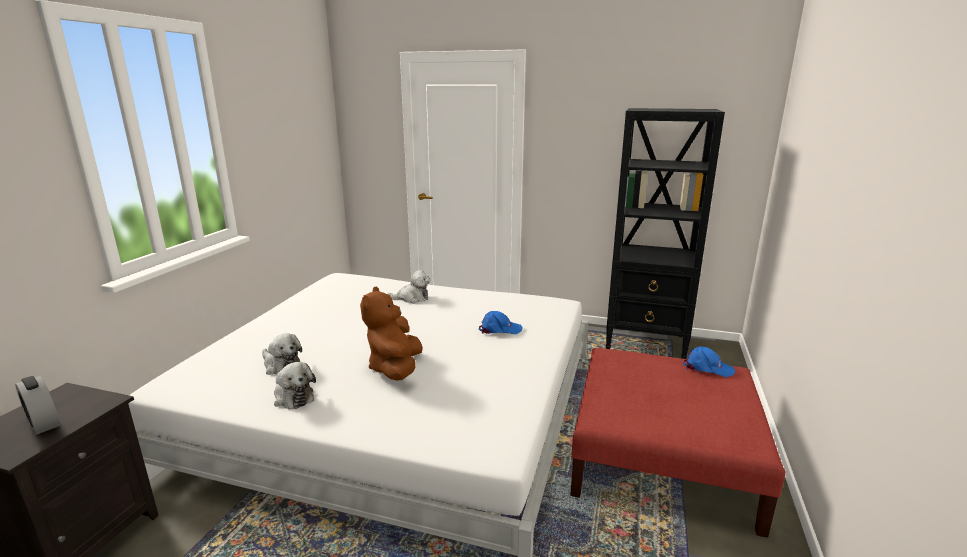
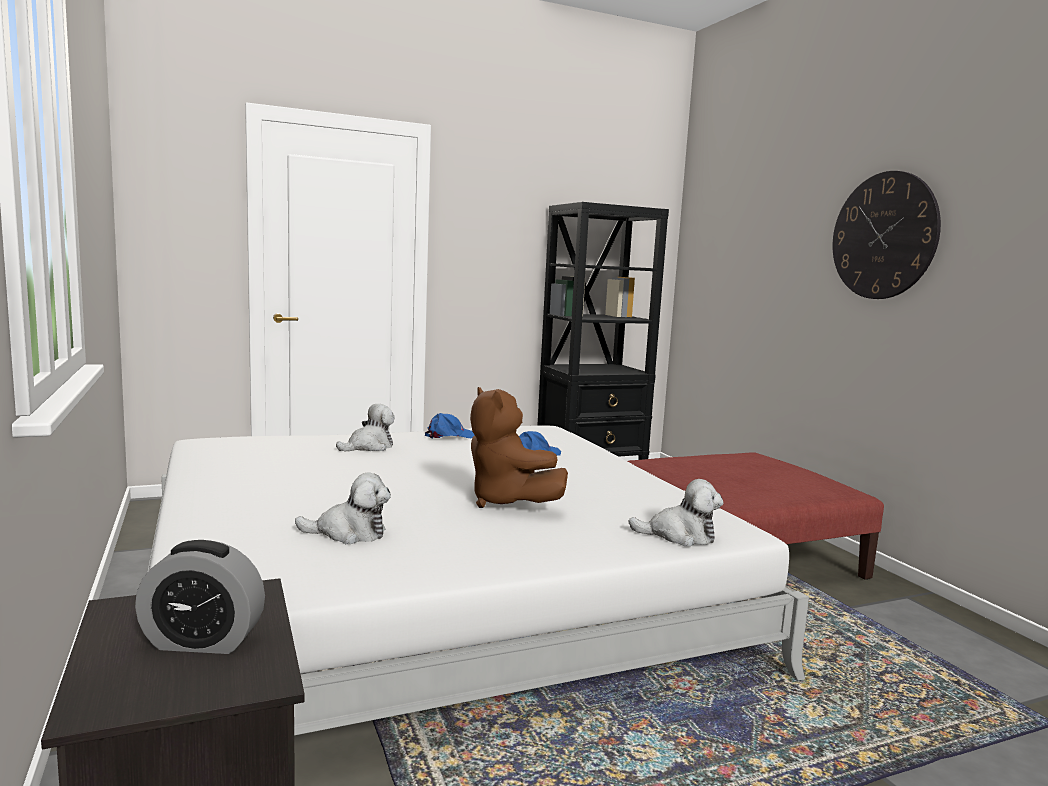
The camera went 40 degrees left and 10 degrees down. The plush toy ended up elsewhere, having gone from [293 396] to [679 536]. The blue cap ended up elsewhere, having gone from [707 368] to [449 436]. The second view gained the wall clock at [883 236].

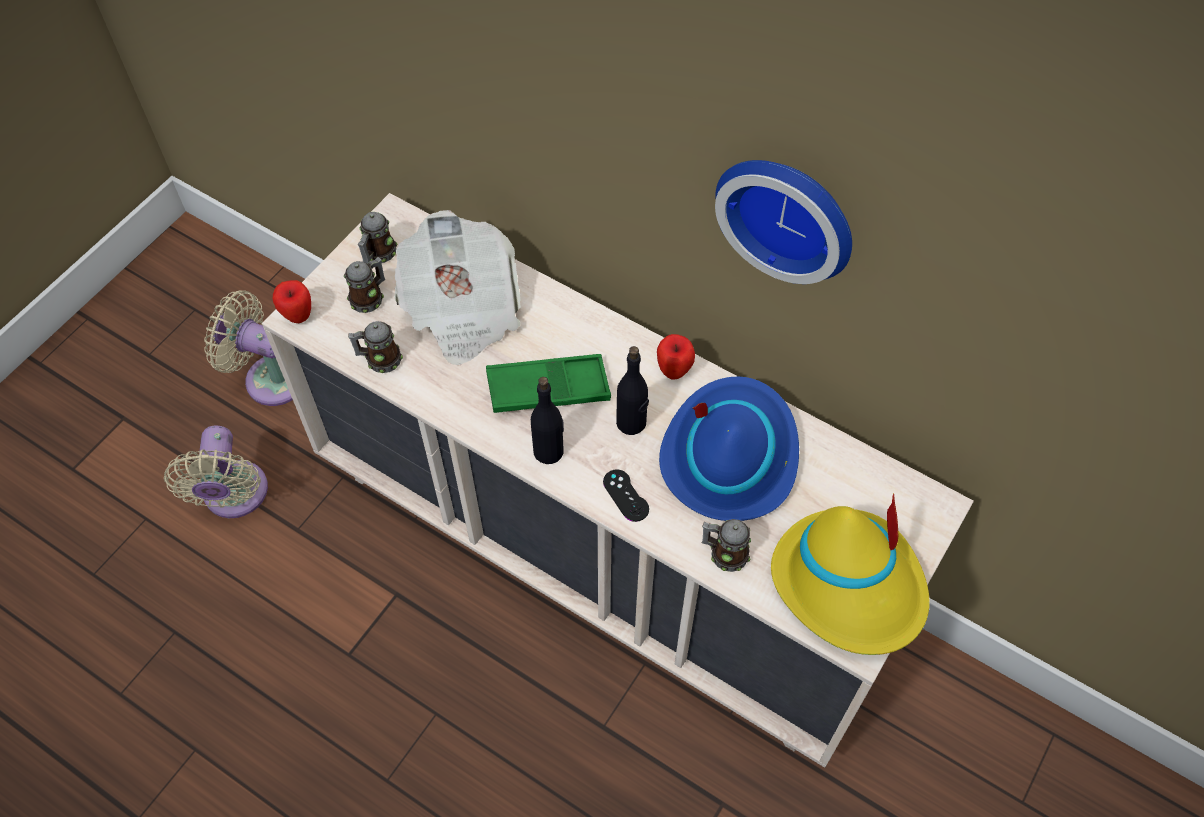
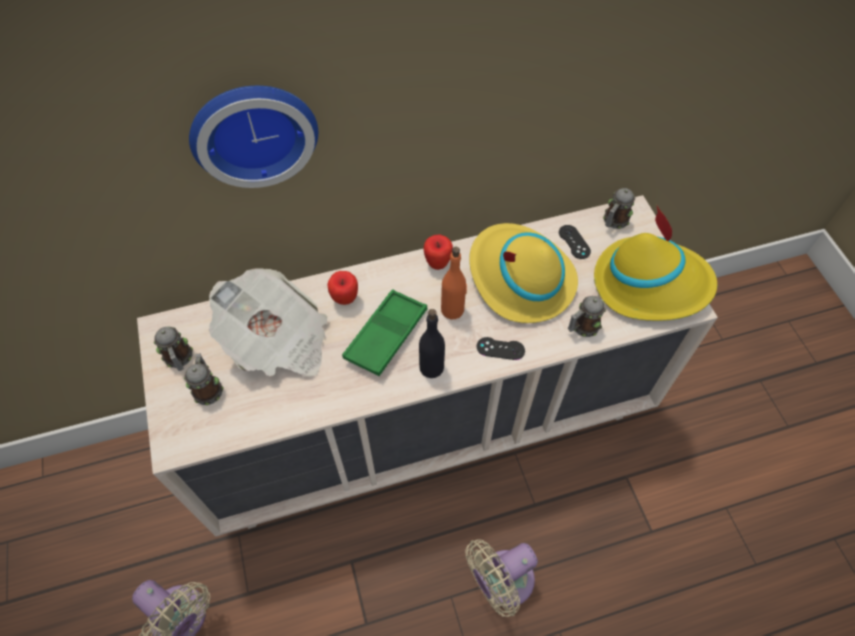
The camera went 50 degrees left and 0 degrees up. The beige fan ended up elsewhere, having gone from [269 378] to [501 581]. The apple ended up elsewhere, having gone from [298 316] to [345 299]. The mug ended up elsewhere, having gone from [379 359] to [614 221]. What was the black bottle at [631 423] turned into the orange bottle at [453 309]. What was the blue hat at [729 455] turned into the yellow hat at [519 278]. The wall clock ended up elsewhere, having gone from [789 213] to [253 130]. The second view gained the black game controller at [574 242].

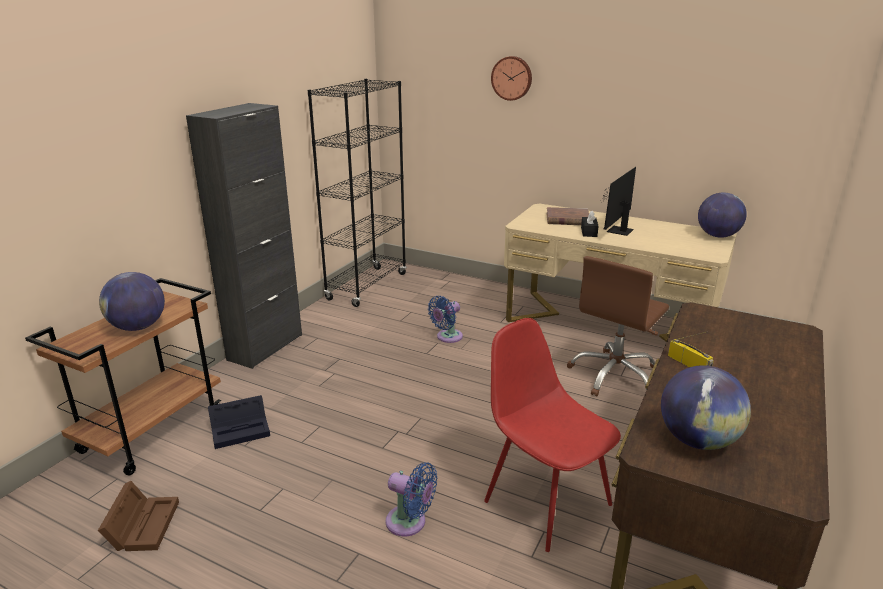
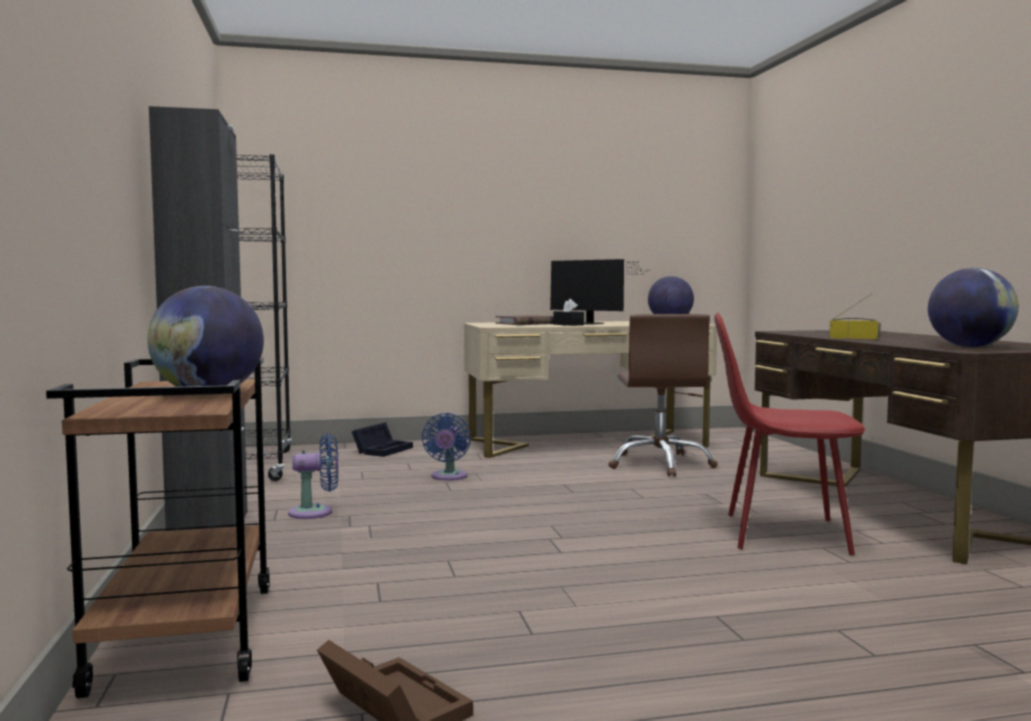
The camera went 40 degrees left and 20 degrees down. The black storage box ended up elsewhere, having gone from [242 429] to [383 450]. The blue fan ended up elsewhere, having gone from [409 523] to [316 512]. The second view lost the wall clock at [512 78]. The monitor at [617 231] ended up facing another way, 45 degrees counterclockwise from before.

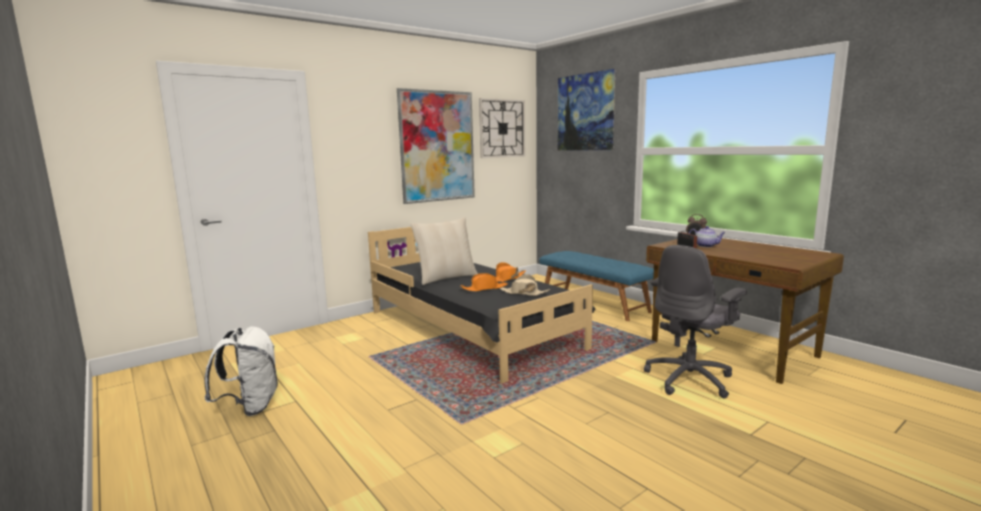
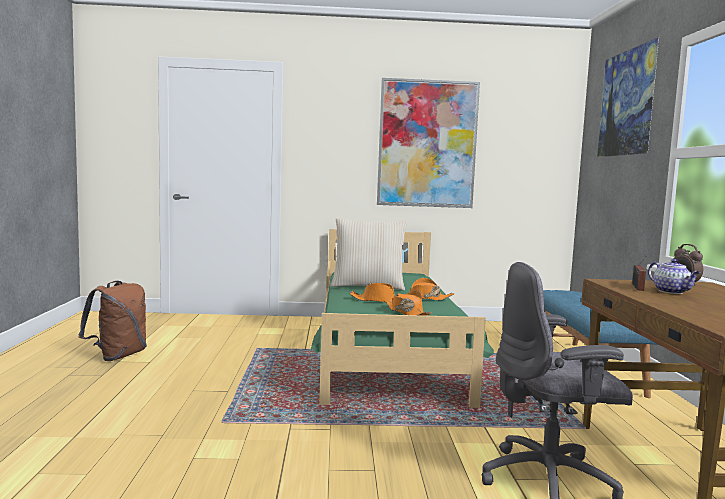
The camera went 35 degrees right and 5 degrees down. What was the white backpack at [250 407] turned into the brown backpack at [118 356]. What was the black bed at [472 329] turned into the green bed at [387 353]. The second view lost the wall clock at [502 128]. What was the beige hat at [524 293] turned into the orange hat at [407 312].

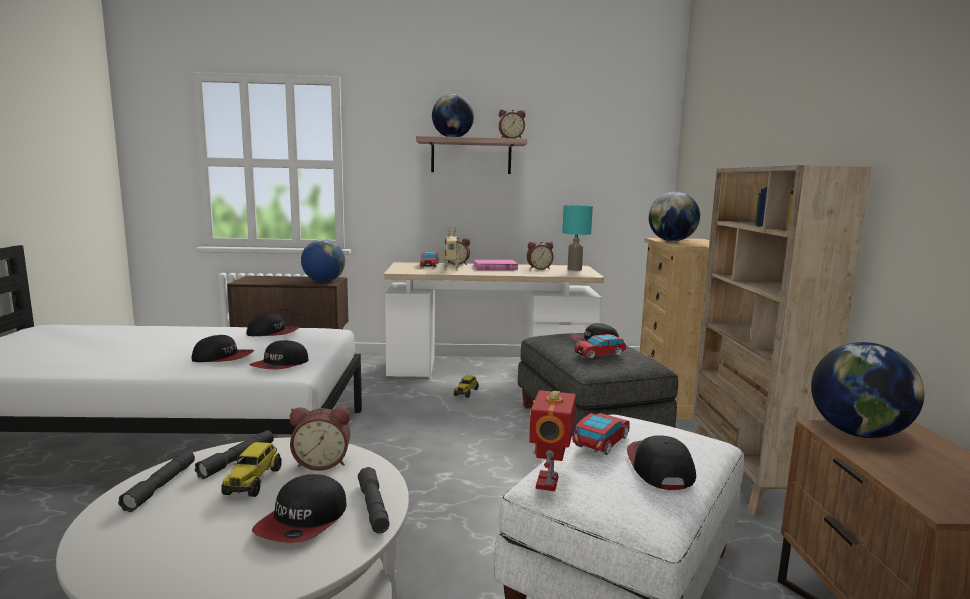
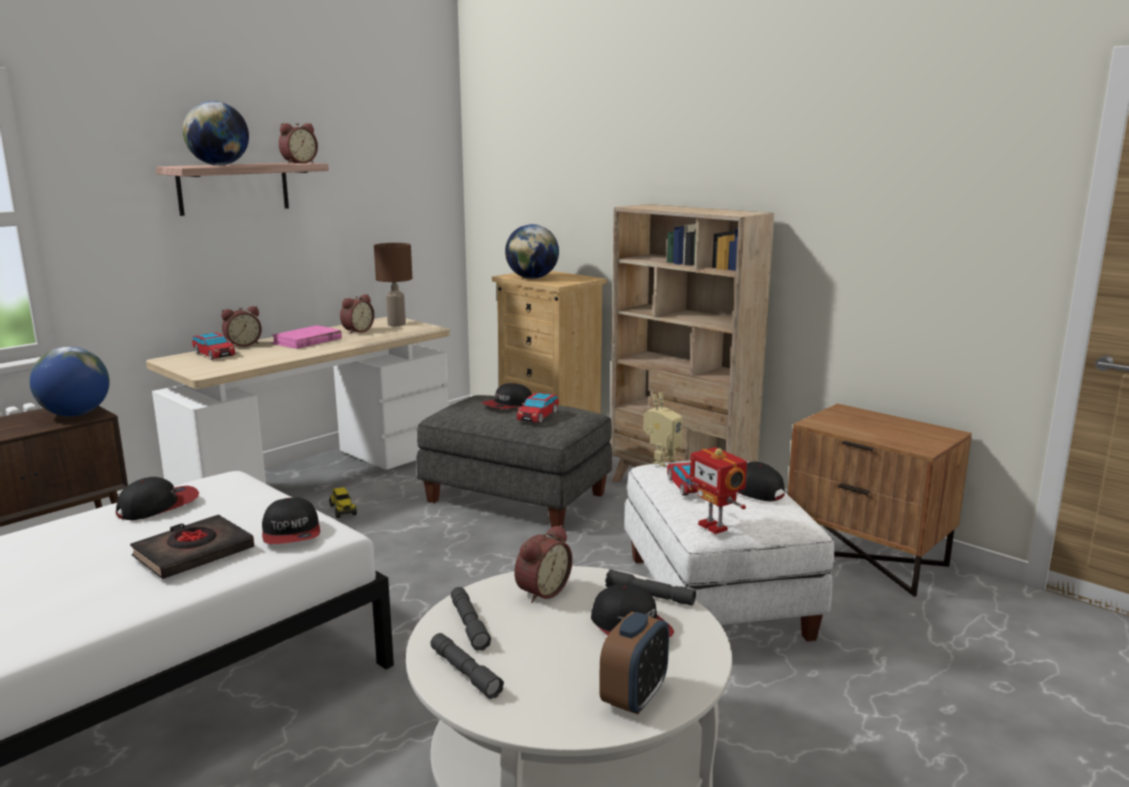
The camera went 45 degrees left and 5 degrees up. Where the cap stood at [223 358], the black book came to stand at [193 553]. The second view lost the toy truck at [253 481]. The toy robot ended up elsewhere, having gone from [451 269] to [661 461]. What was the turquoise table lamp at [574 269] turned into the brown table lamp at [396 324]. The second view lost the globe at [858 433]. The second view gained the alarm clock at [634 697].

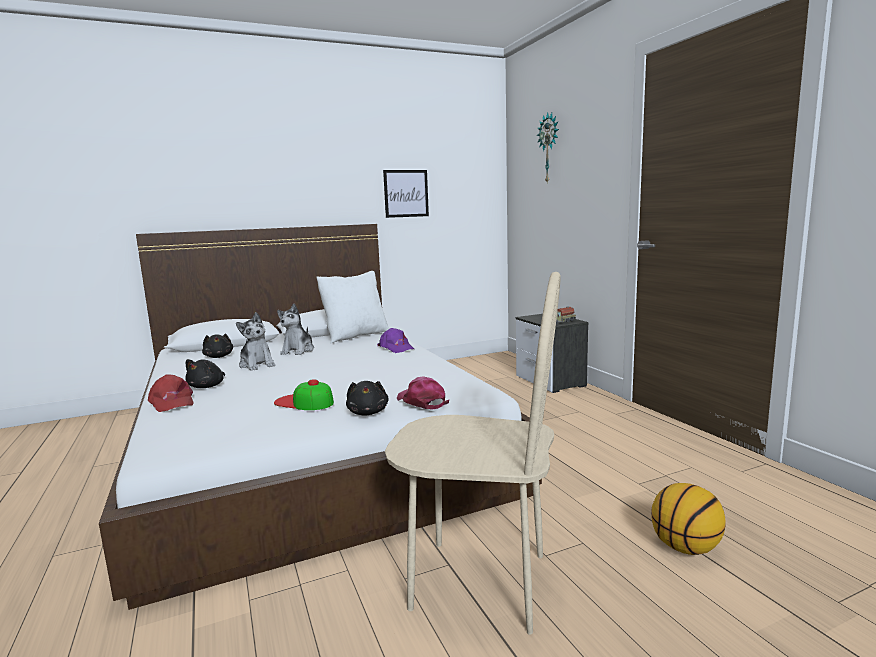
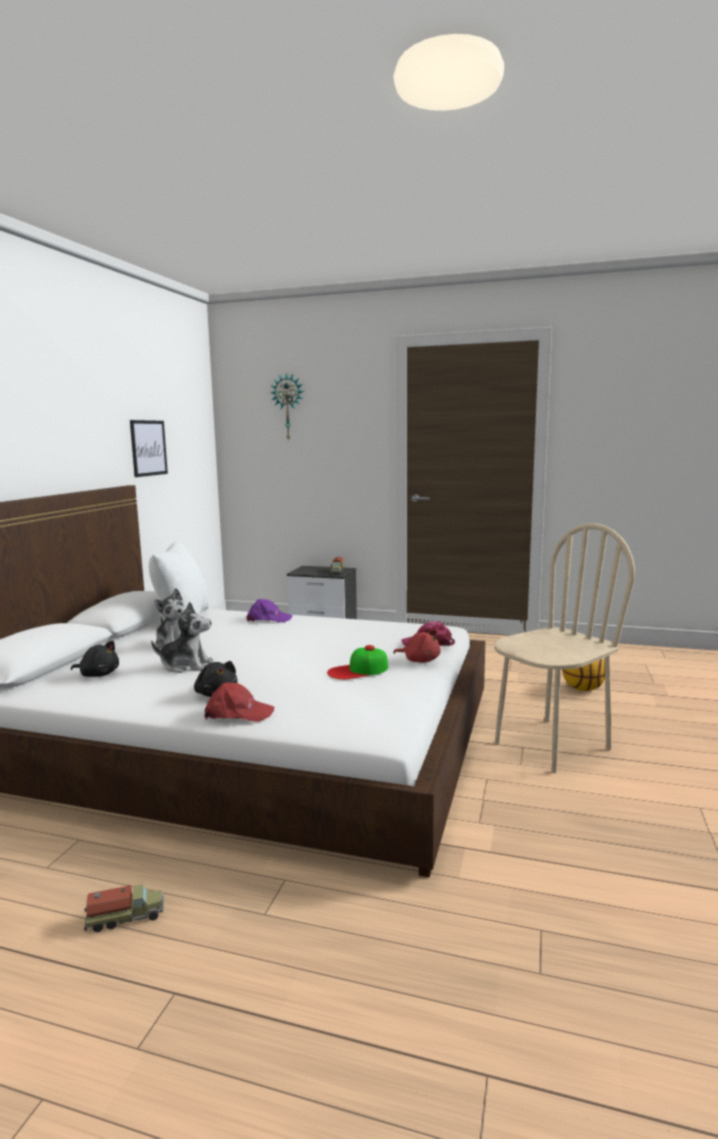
The camera went 50 degrees left and 0 degrees up. What was the black plush toy at [368 412] turned into the red plush toy at [420 660]. The second view gained the toy truck at [125 917].

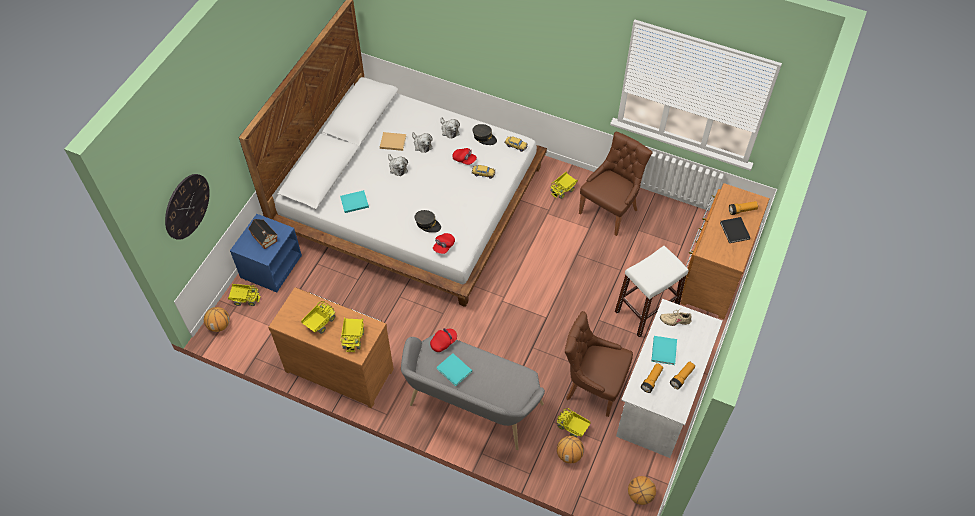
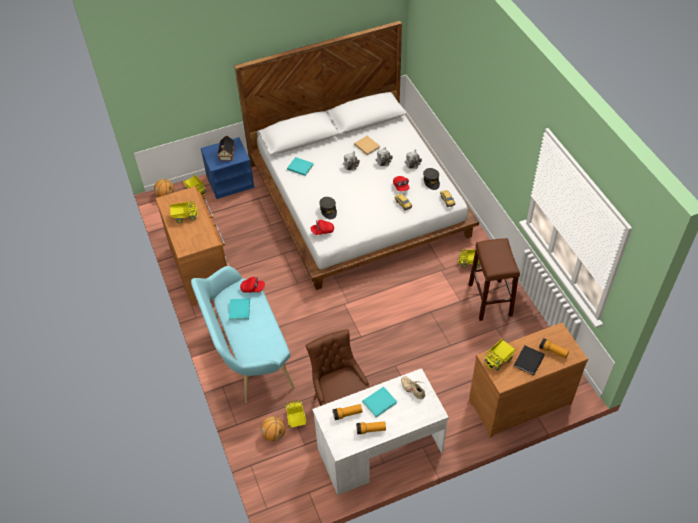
The camera went 45 degrees right and 5 degrees down. The second view lost the wall clock at [187 206]. The toy truck ended up elsewhere, having gone from [353 338] to [498 359]. What was the grey bench at [471 408] turned into the turquoise bench at [247 355]. Where the brown chair stood at [610 210], the brown stool came to stand at [490 300]. The second view lost the white stool at [646 311]. The second view lost the basketball at [640 495].

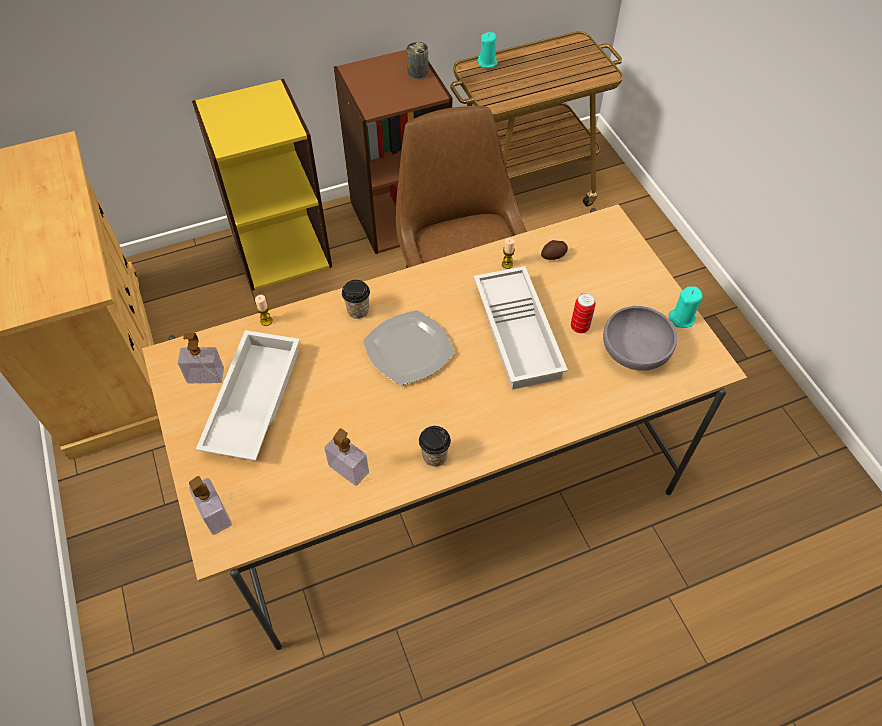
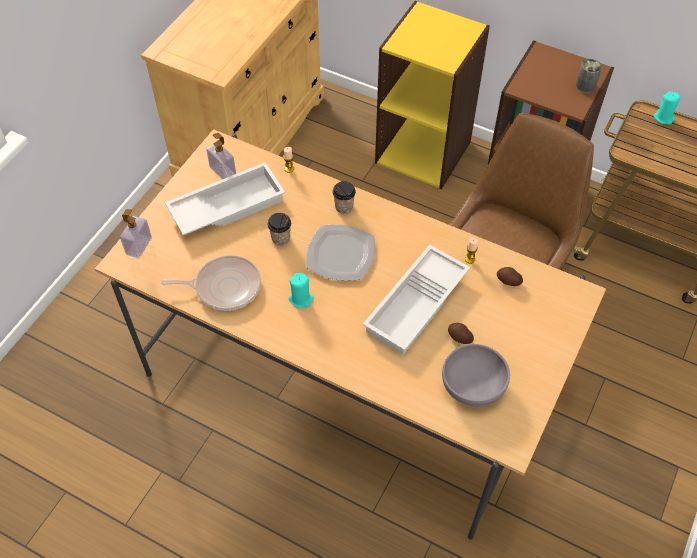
The camera went 50 degrees right and 0 degrees up. Where the soap dispenser stood at [348 469], the frying pan came to stand at [224 286]. The cup ended up elsewhere, having gone from [434 456] to [281 238]. Where the can stood at [579 327], the potato came to stand at [459 337]. The turquoise candle ended up elsewhere, having gone from [682 318] to [301 299].

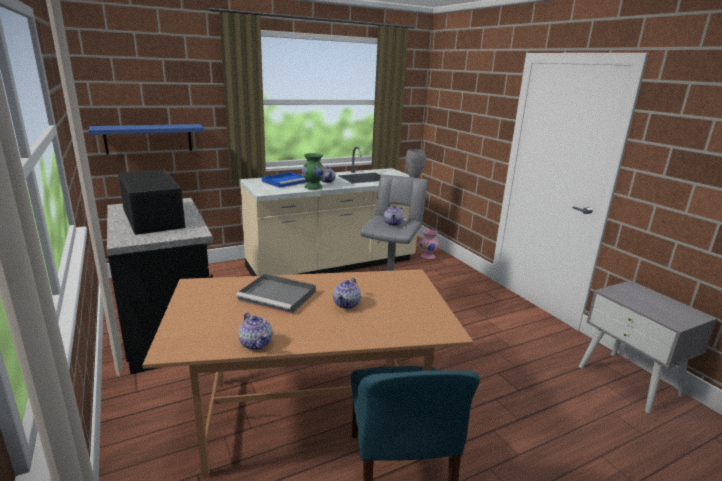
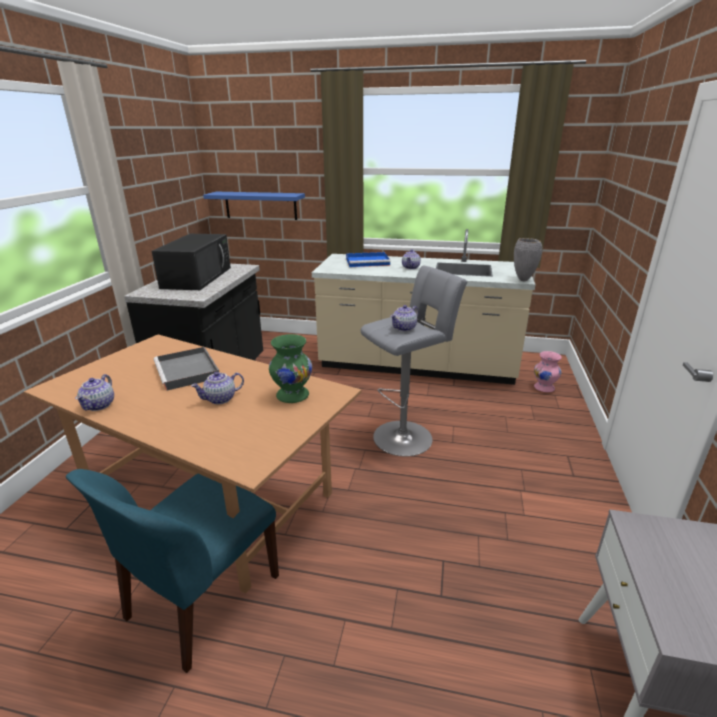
The camera went 40 degrees right and 5 degrees up. The green vase ended up elsewhere, having gone from [313 187] to [292 396].

